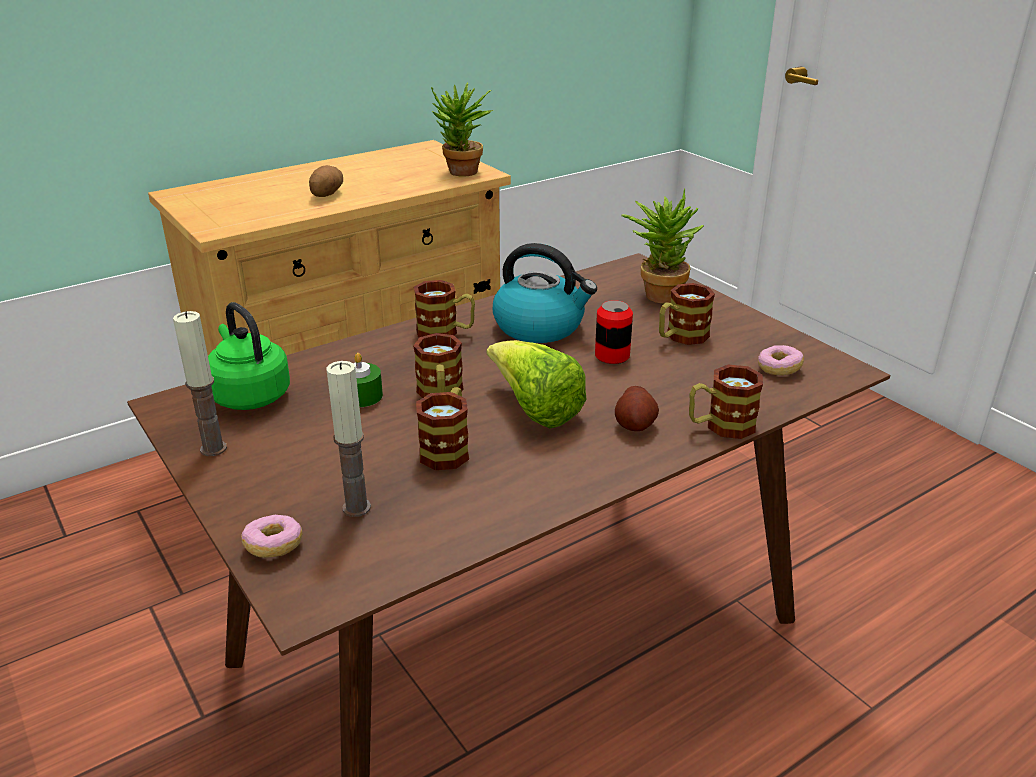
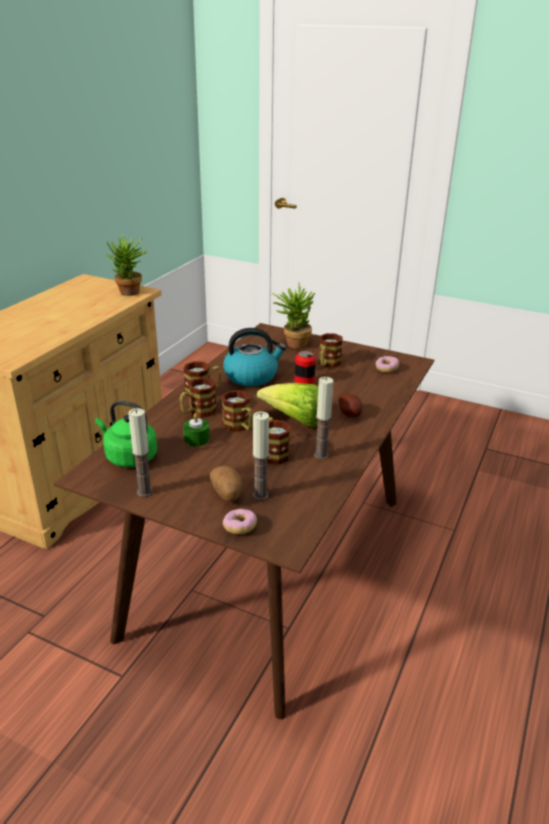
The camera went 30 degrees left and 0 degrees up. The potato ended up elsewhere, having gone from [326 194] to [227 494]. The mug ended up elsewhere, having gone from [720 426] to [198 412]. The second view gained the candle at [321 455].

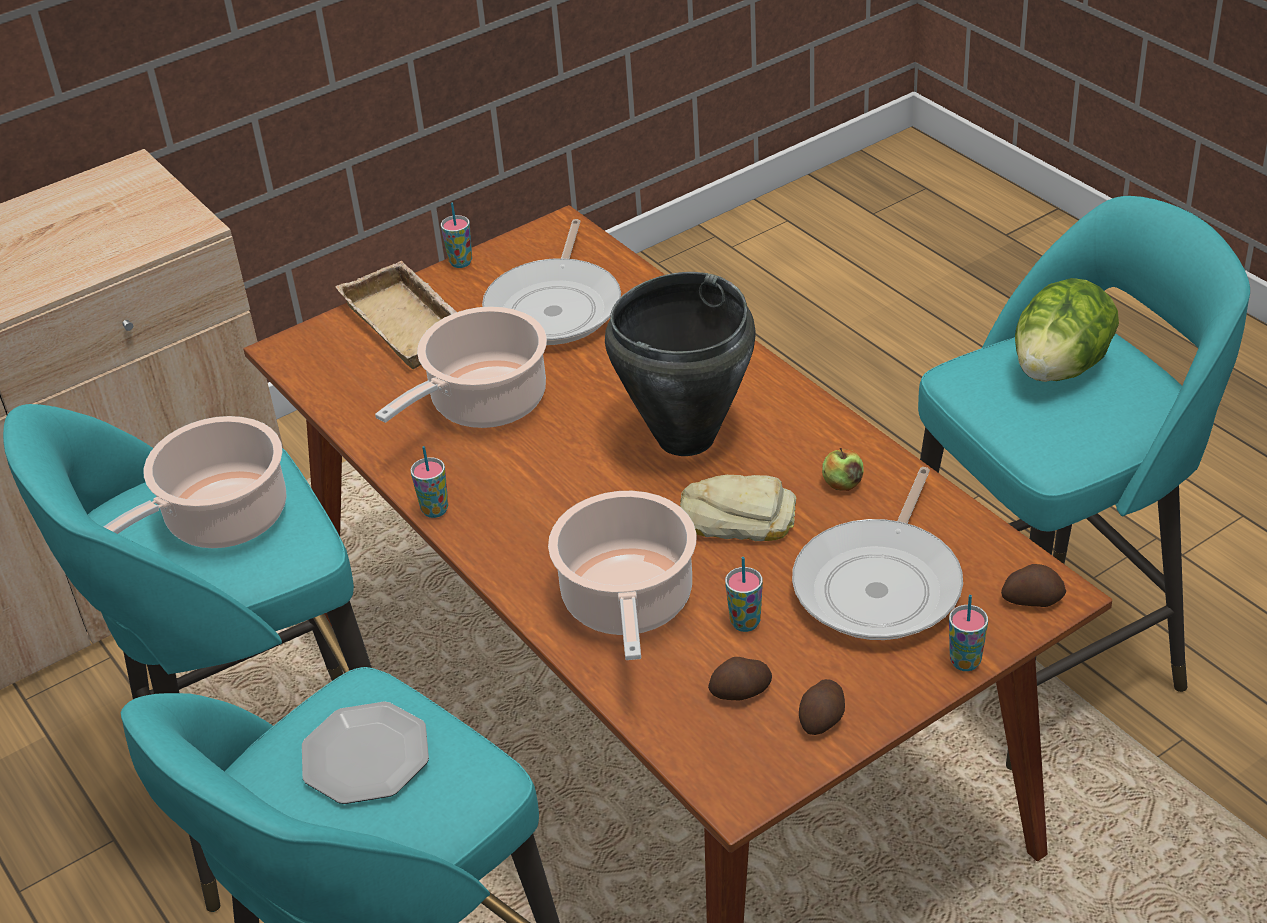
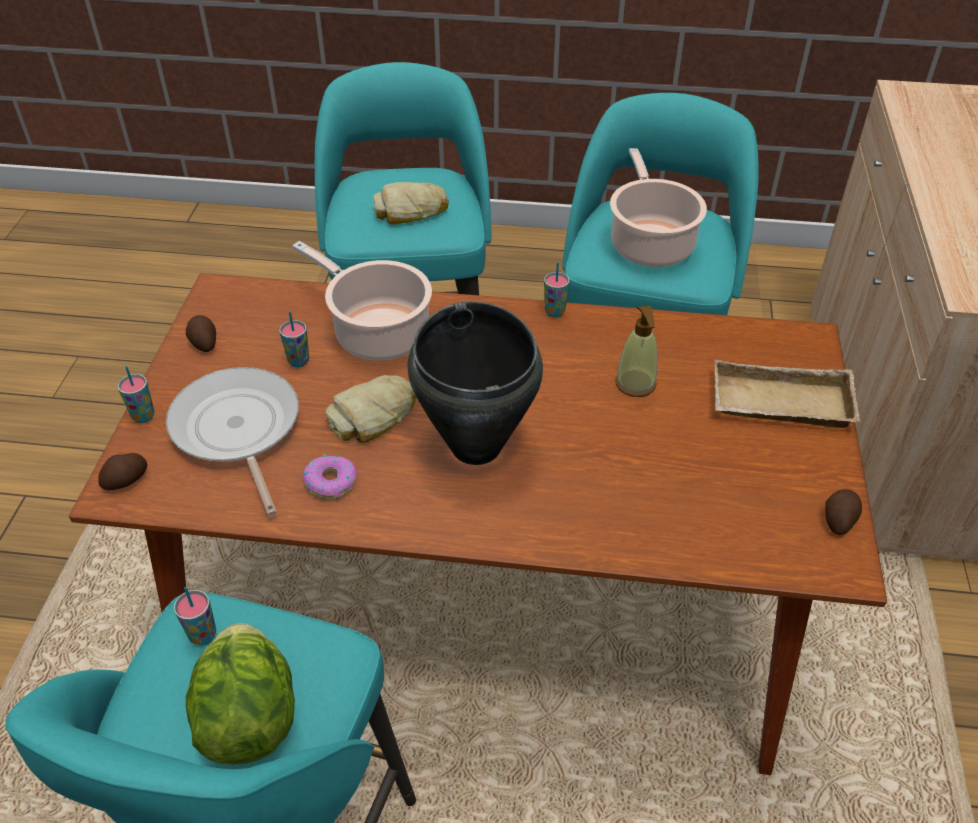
The camera went 130 degrees right and 5 degrees up. Where the plate stood at [366 755], the bread came to stand at [411 210]. Where the cooking pot stood at [483 404], the soap dispenser came to stand at [635 384]. The cup ended up elsewhere, having gone from [460 262] to [203 635]. The second view lost the frying pan at [556 307]. The potato ended up elsewhere, having gone from [741 692] to [838 519]. Where the apple stood at [842 484], the donut came to stand at [330 482].

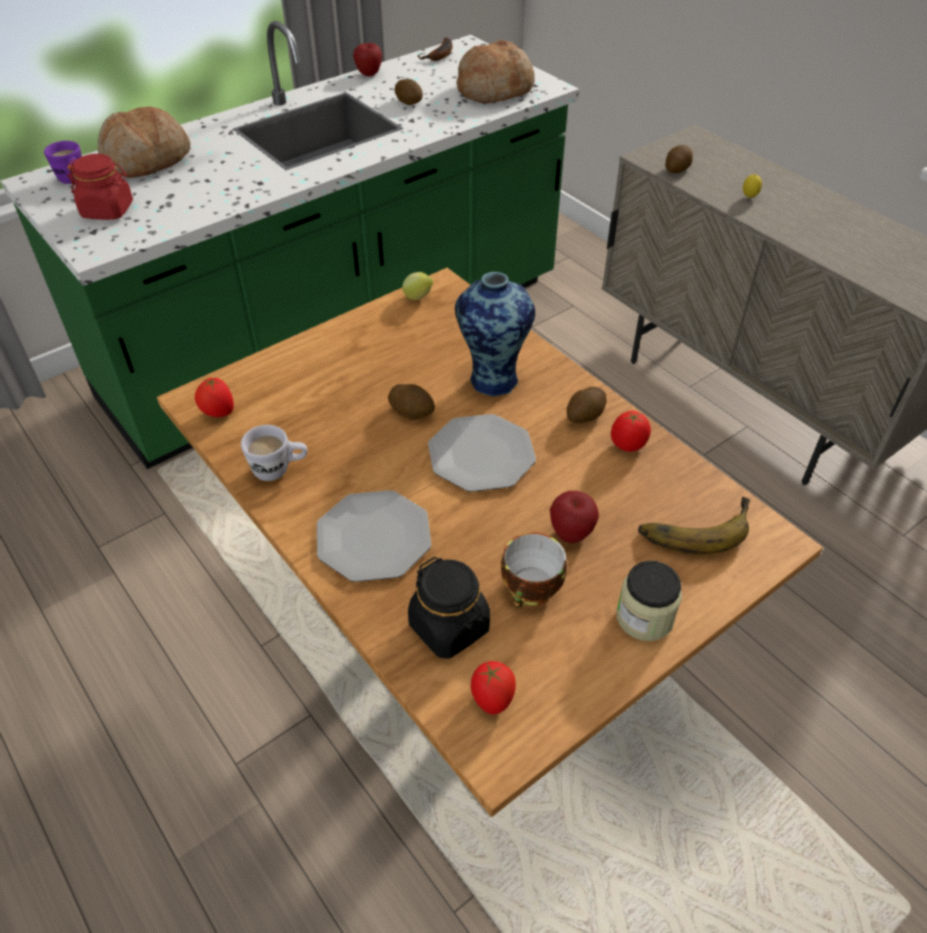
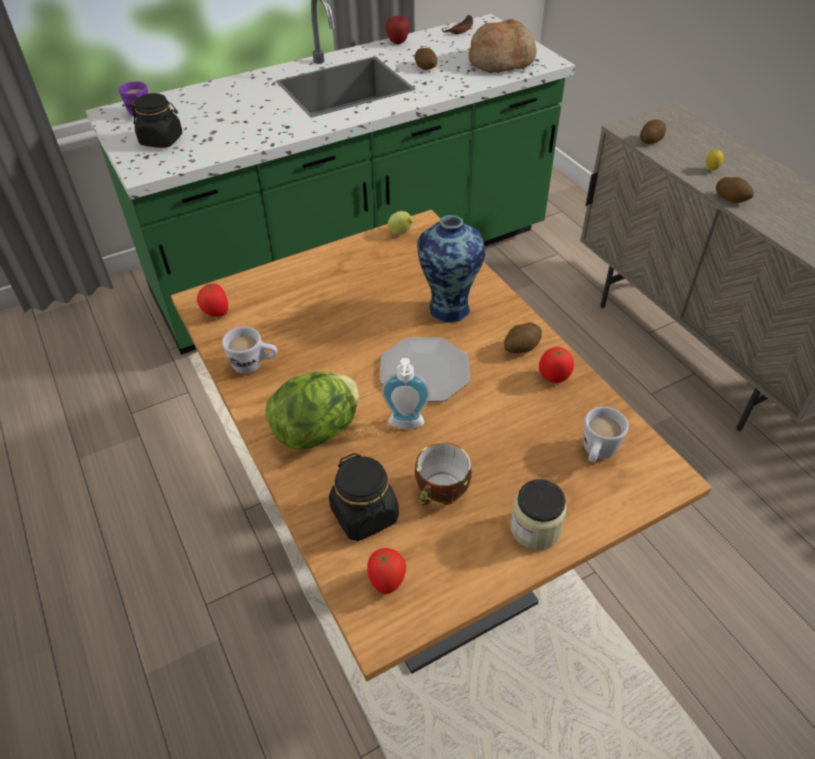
The camera went 10 degrees right and 0 degrees up. What was the red jar at [108 210] turned into the black jar at [161 140]. The second view lost the bread at [147 160]. Where the plate stood at [373 537], the lettuce came to stand at [318 430]. The potato ended up elsewhere, having gone from [412 412] to [731 199]. The second view lost the apple at [571 534]. Where the banana stood at [693 525], the white mug came to stand at [596 453]. The second view gained the soap dispenser at [406 425].

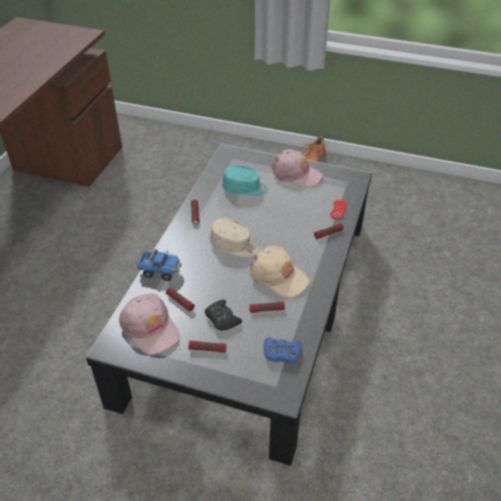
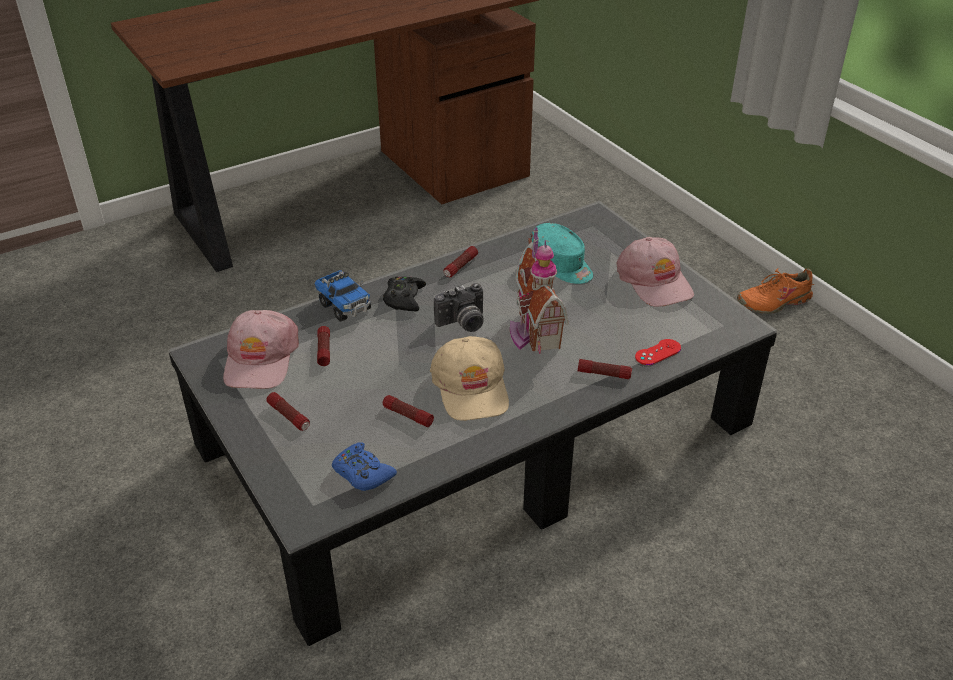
The camera went 40 degrees right and 5 degrees down. The black game controller ended up elsewhere, having gone from [222 319] to [404 298]. Where the beige cap stood at [234 245], the photo camera came to stand at [463 324]. The second view gained the toy house at [533 332].

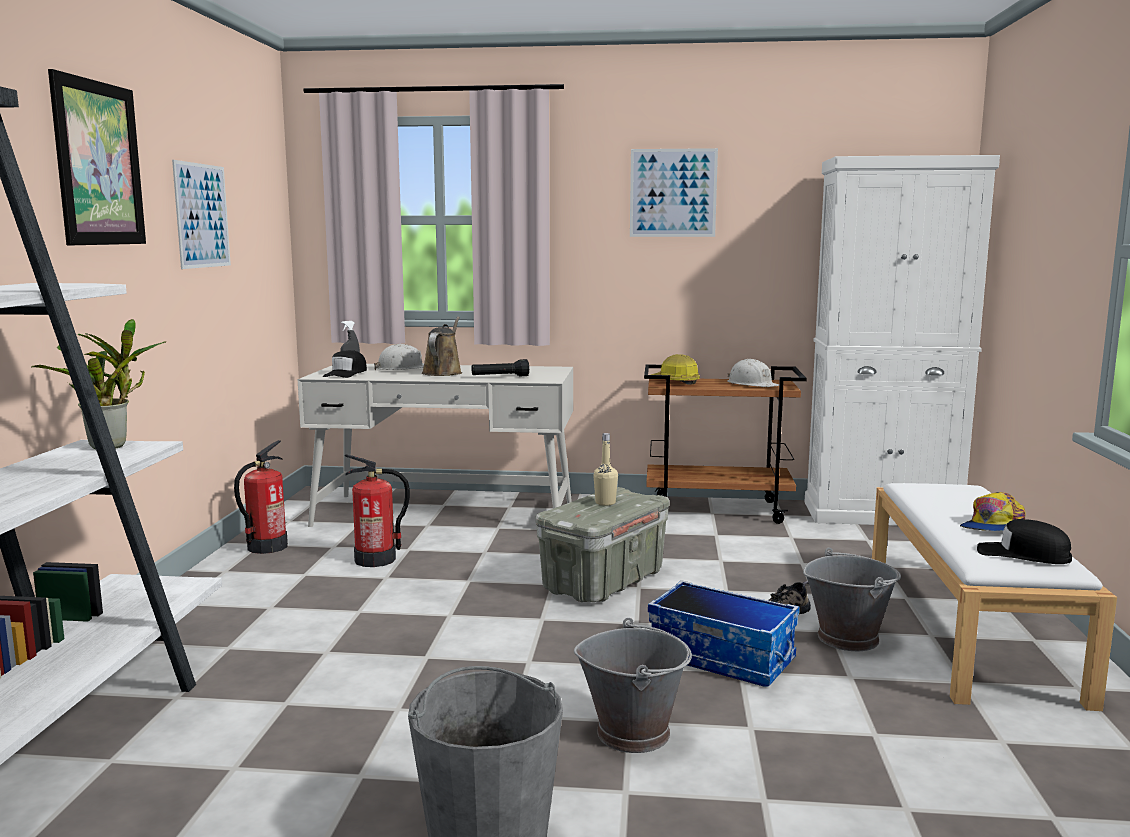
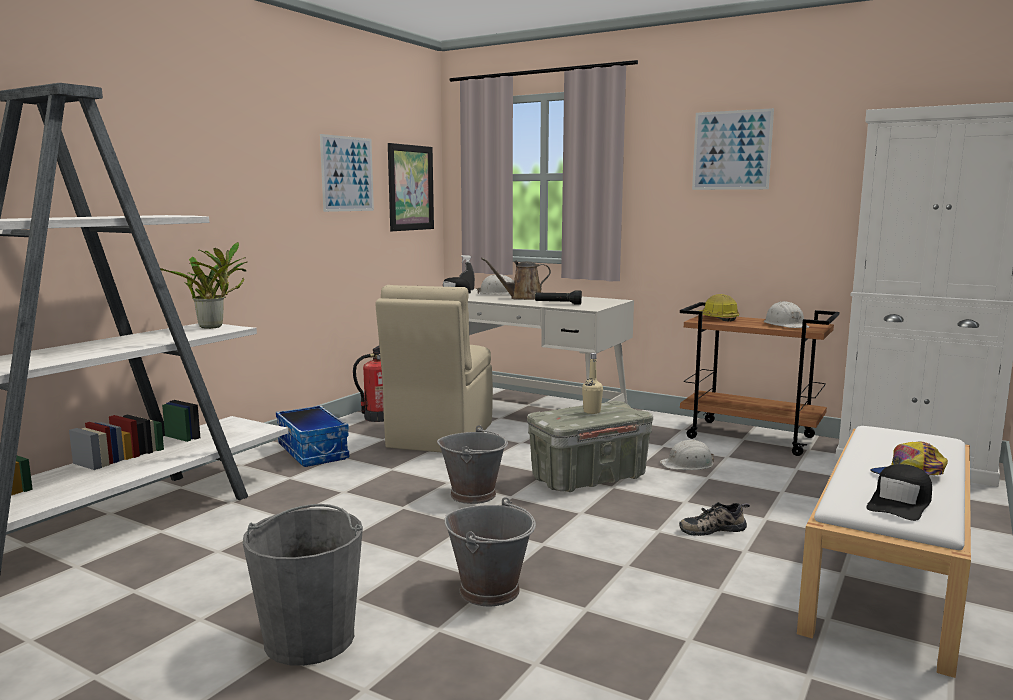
The camera went 25 degrees right and 0 degrees up. The picture ended up elsewhere, having gone from [98 163] to [410 188]. Where the fire extinguisher stood at [376 560], the beige chair came to stand at [439 436]. The brown watering can at [443 372] ended up facing another way, 135 degrees counterclockwise from before. The storage box ended up elsewhere, having gone from [723 657] to [314 452]. The grey bucket ended up elsewhere, having gone from [848 638] to [473 494]. The black cap at [1023 554] ended up facing another way, 105 degrees counterclockwise from before. The second view gained the white hard hat at [688 464].

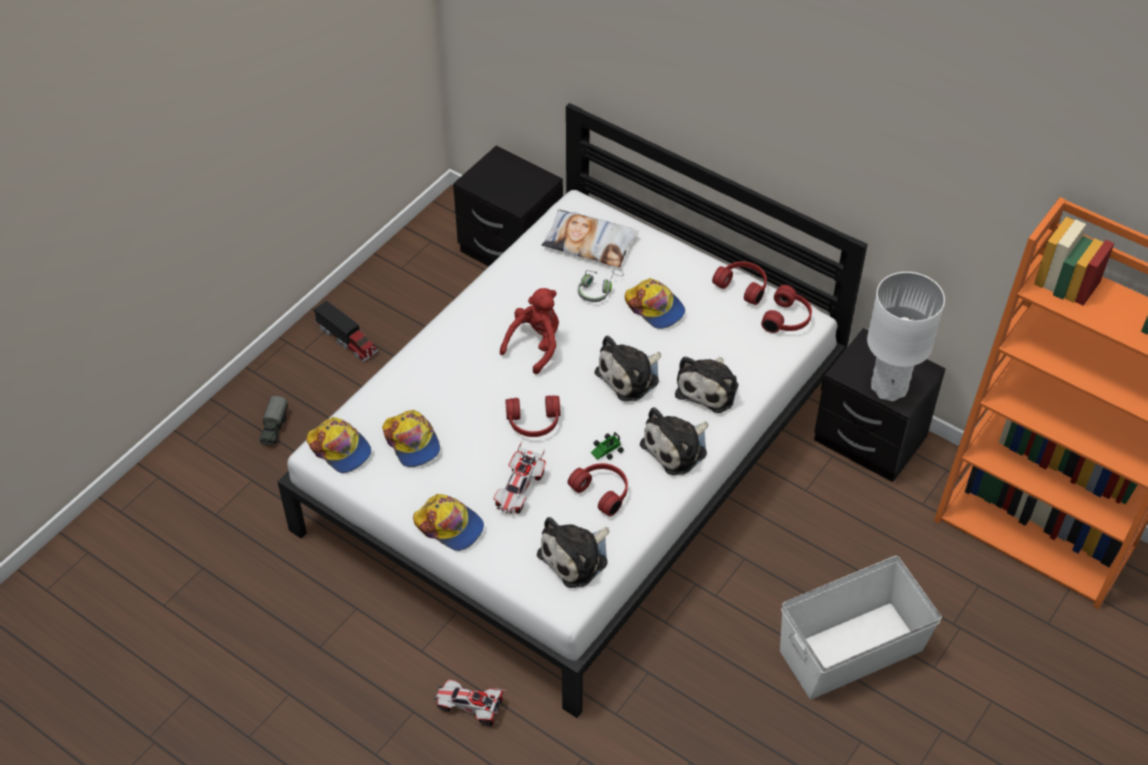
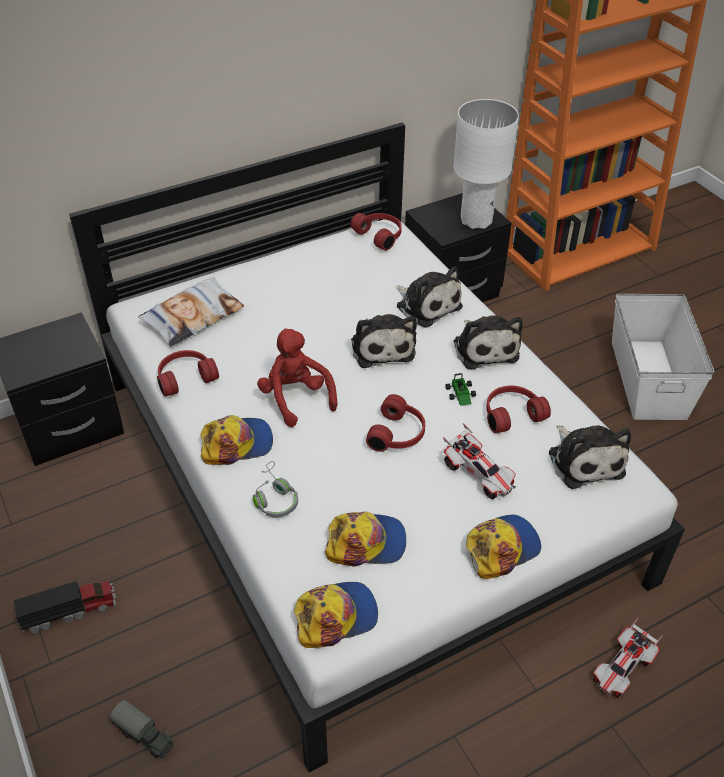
The camera went 65 degrees left and 5 degrees down. The grey headphones ended up elsewhere, having gone from [598 289] to [274 497]. The cap ended up elsewhere, having gone from [655 308] to [237 444]. The red headphones ended up elsewhere, having gone from [743 286] to [185 377].

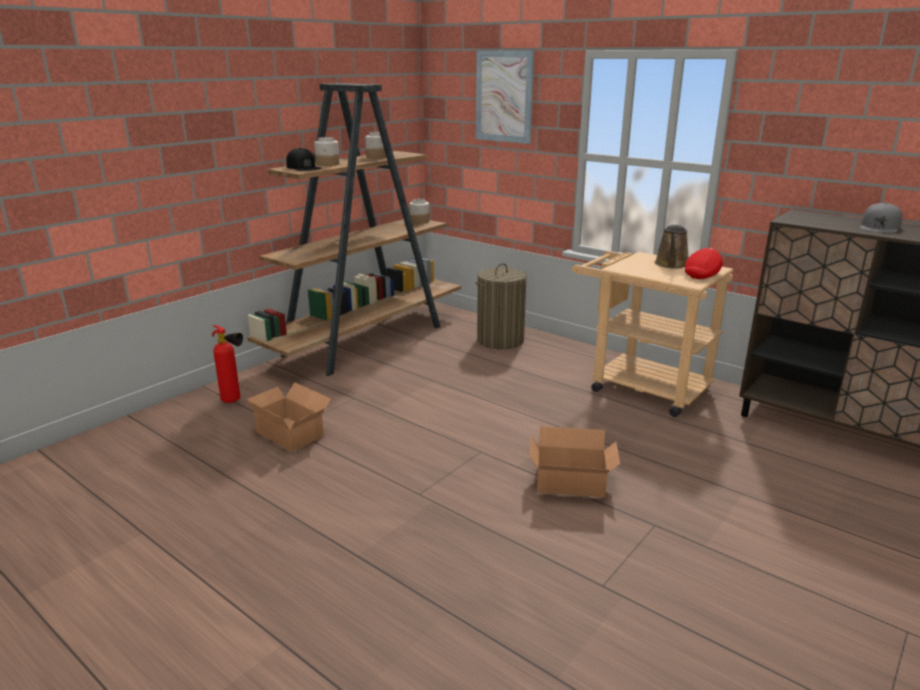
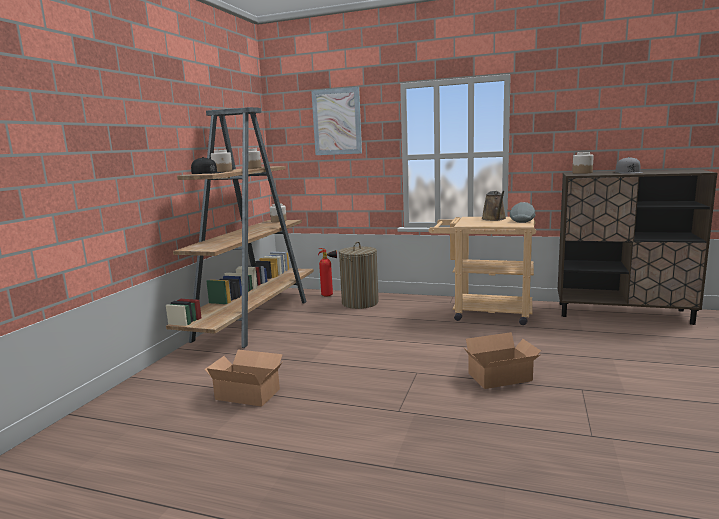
The camera went 20 degrees left and 10 degrees down. The fire extinguisher ended up elsewhere, having gone from [235 401] to [330 295]. What was the red cap at [703 274] turned into the grey cap at [522 220]. The second view gained the jar at [582 172].

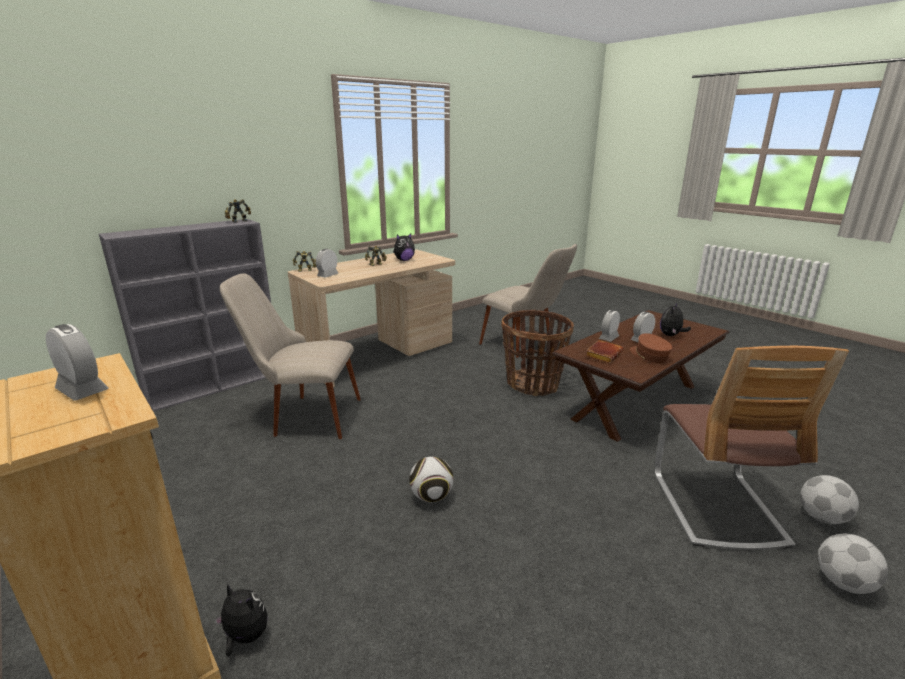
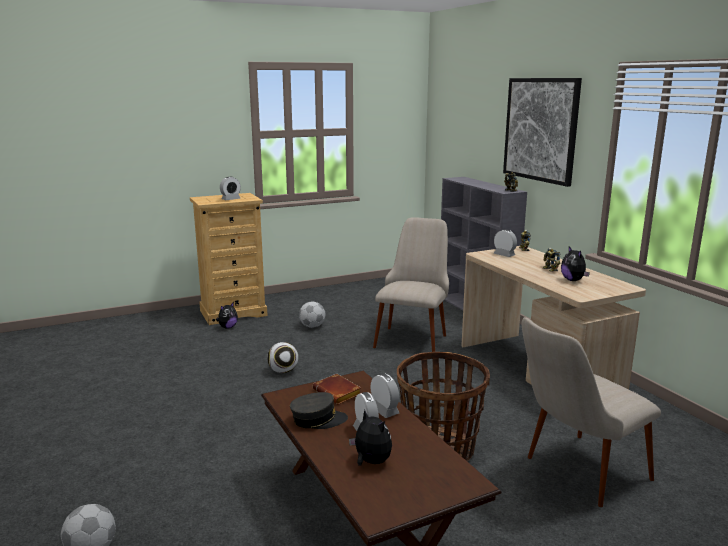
The camera went 105 degrees right and 5 degrees down. What was the brown cap at [649 355] turned into the grey cap at [318 420]. The second view lost the chair at [716 507]. The football ended up elsewhere, having gone from [842 583] to [312 326]. The second view gained the picture at [540 129].

